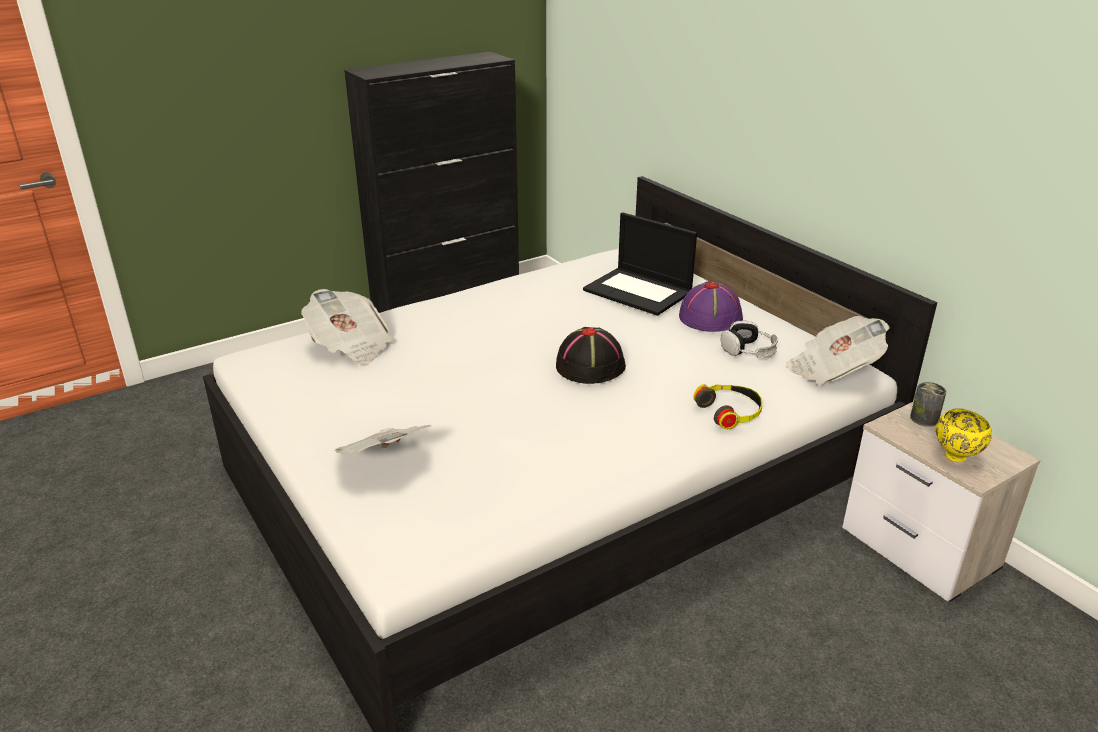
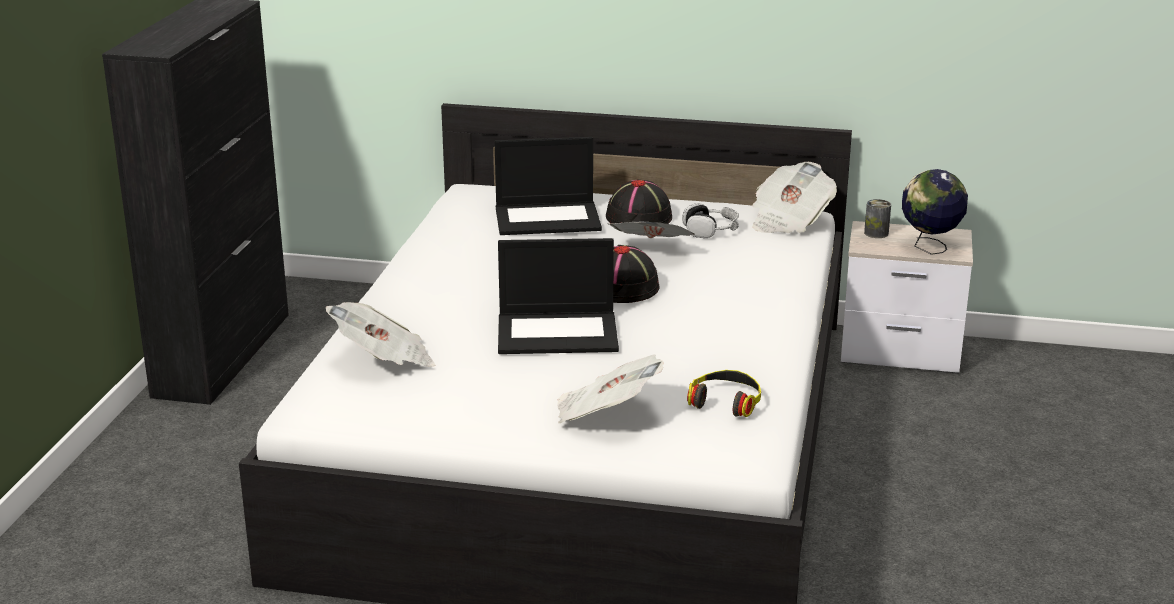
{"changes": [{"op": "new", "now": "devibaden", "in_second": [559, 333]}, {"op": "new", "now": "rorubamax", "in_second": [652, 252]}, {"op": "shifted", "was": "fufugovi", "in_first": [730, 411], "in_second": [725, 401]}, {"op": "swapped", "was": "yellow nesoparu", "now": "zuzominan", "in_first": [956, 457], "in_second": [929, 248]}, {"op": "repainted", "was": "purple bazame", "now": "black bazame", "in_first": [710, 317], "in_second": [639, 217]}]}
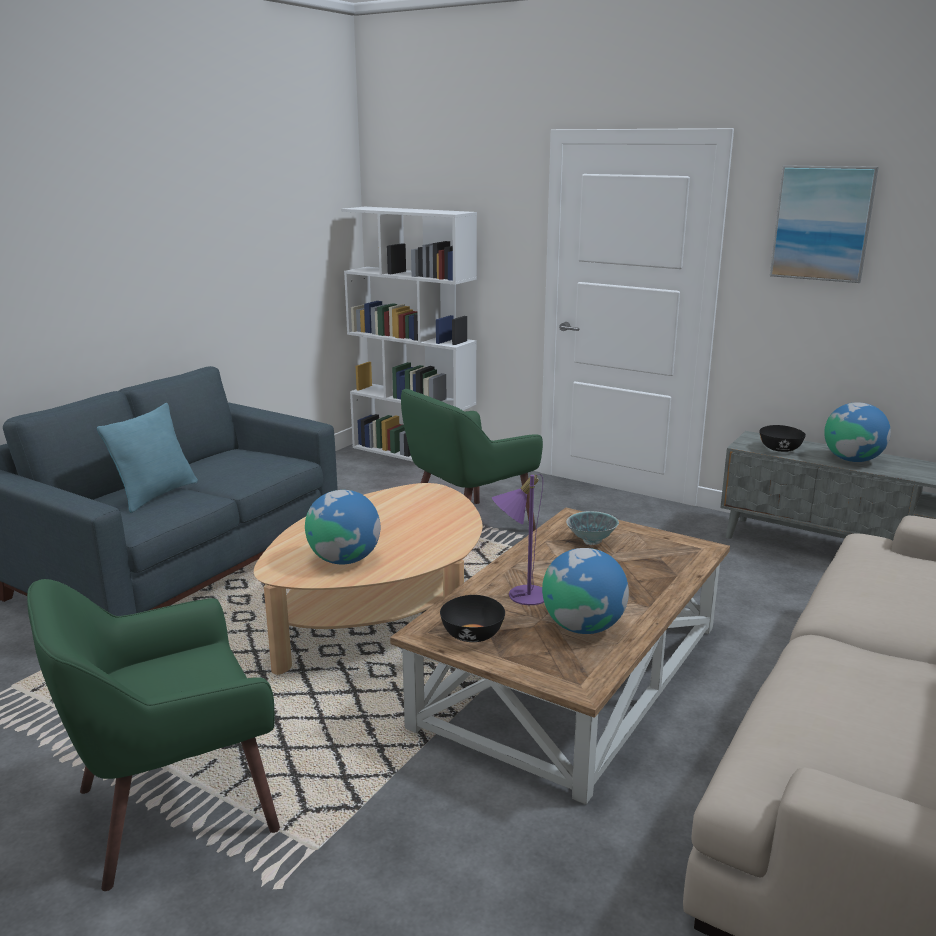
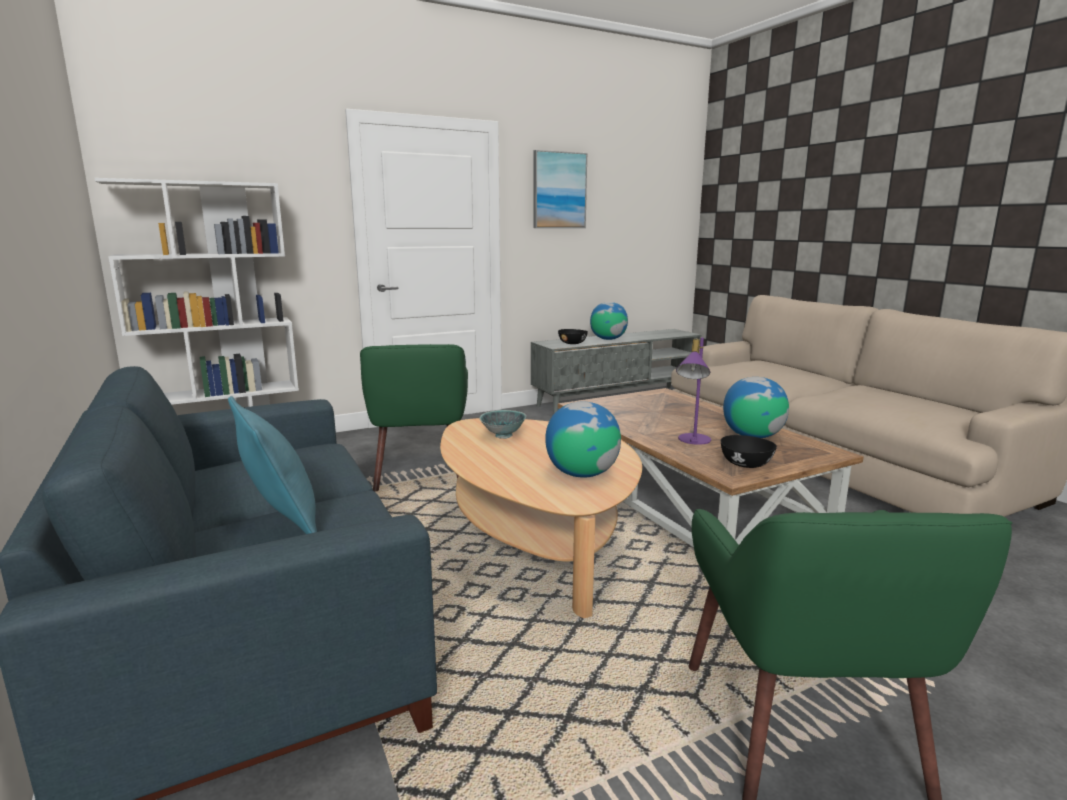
{"changes": [{"op": "shifted", "was": "nesoparu", "in_first": [592, 541], "in_second": [503, 436]}]}
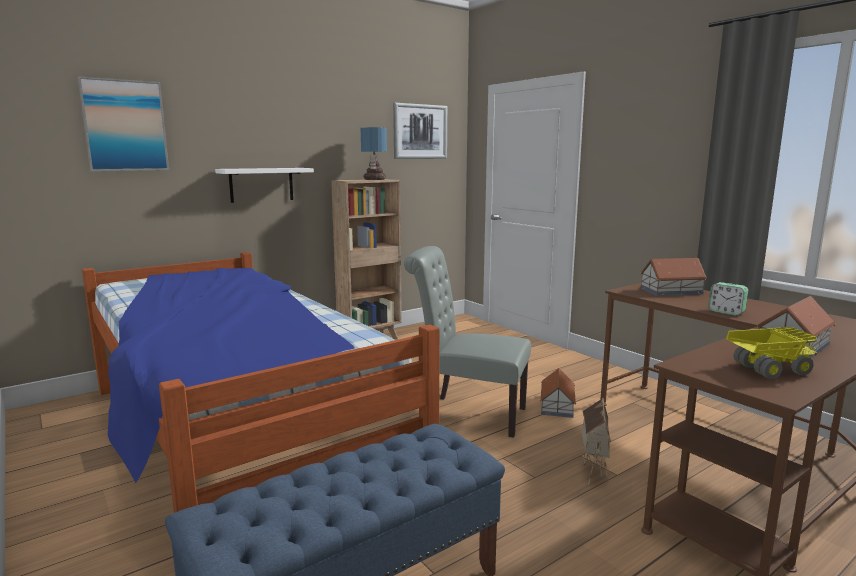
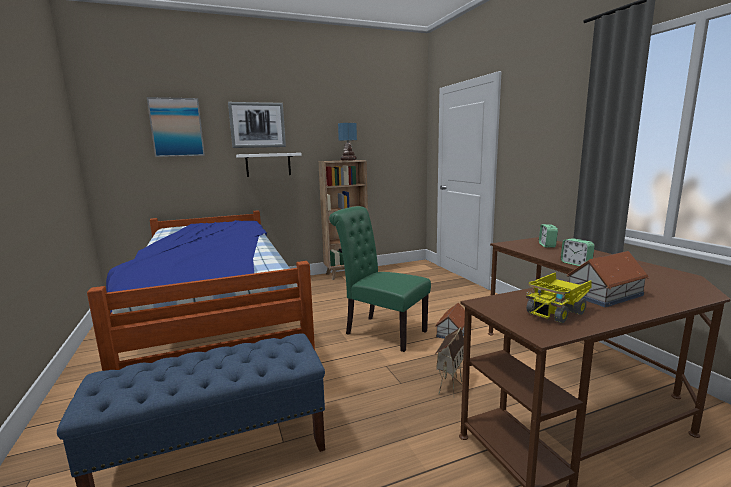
{"changes": [{"op": "shifted", "was": "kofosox", "in_first": [420, 131], "in_second": [257, 125]}, {"op": "swapped", "was": "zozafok", "now": "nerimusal", "in_first": [672, 291], "in_second": [547, 245]}, {"op": "repainted", "was": "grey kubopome", "now": "green kubopome", "in_first": [468, 414], "in_second": [381, 331]}, {"op": "rotated", "was": "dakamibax", "in_first": [767, 369], "in_second": [556, 312], "clockwise": 135}]}
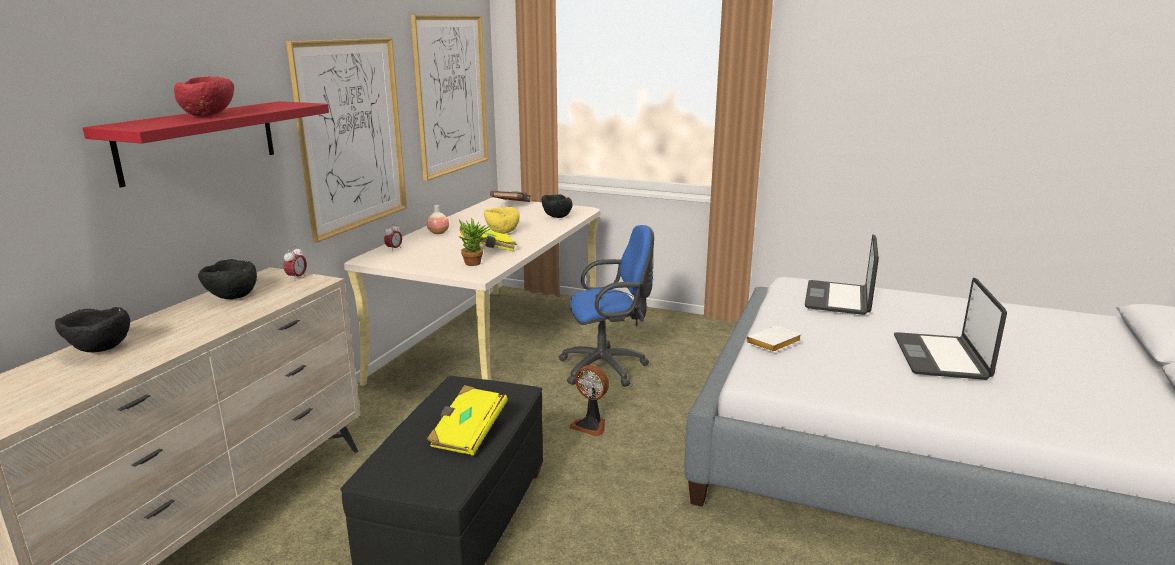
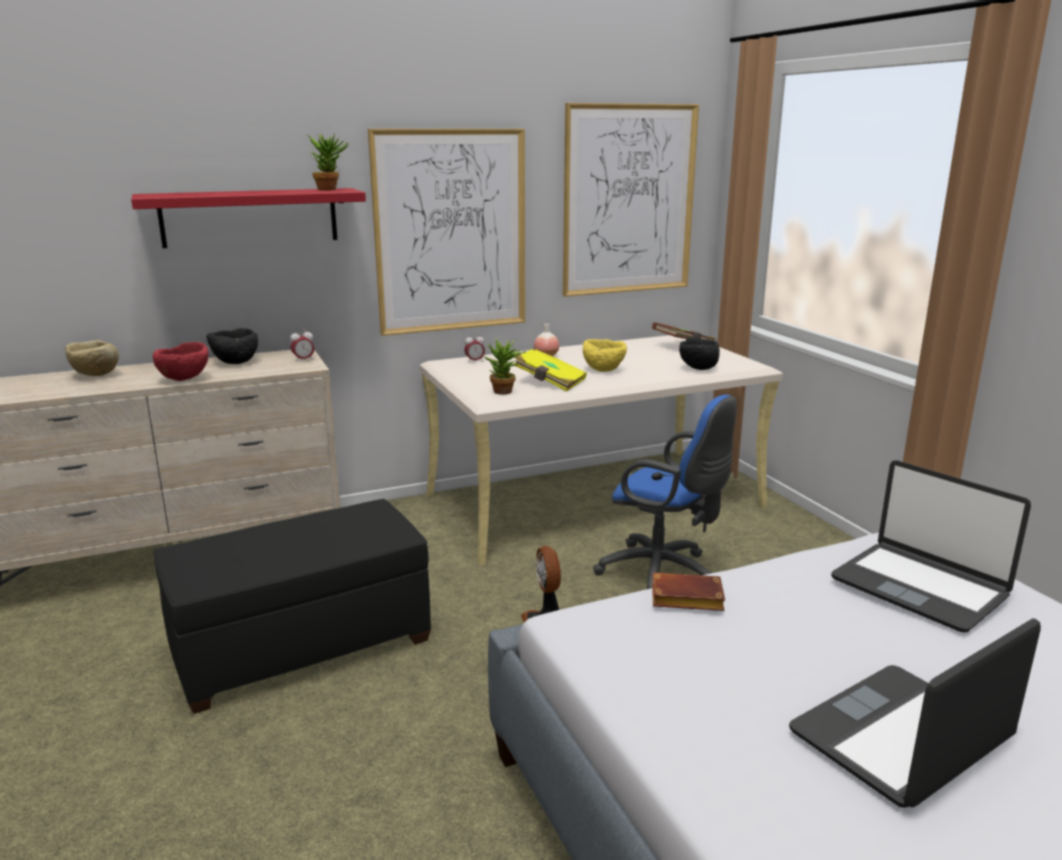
{"changes": [{"op": "gone", "was": "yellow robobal", "in_first": [468, 434]}, {"op": "new", "now": "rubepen", "in_second": [331, 189]}, {"op": "shifted", "was": "red nesoparu", "in_first": [209, 116], "in_second": [184, 380]}, {"op": "repainted", "was": "black nesoparu", "now": "beige nesoparu", "in_first": [99, 351], "in_second": [95, 376]}, {"op": "repainted", "was": "white robobal", "now": "brown robobal", "in_first": [774, 344], "in_second": [684, 599]}, {"op": "rotated", "was": "devibaden", "in_first": [839, 299], "in_second": [919, 587], "clockwise": -105}]}
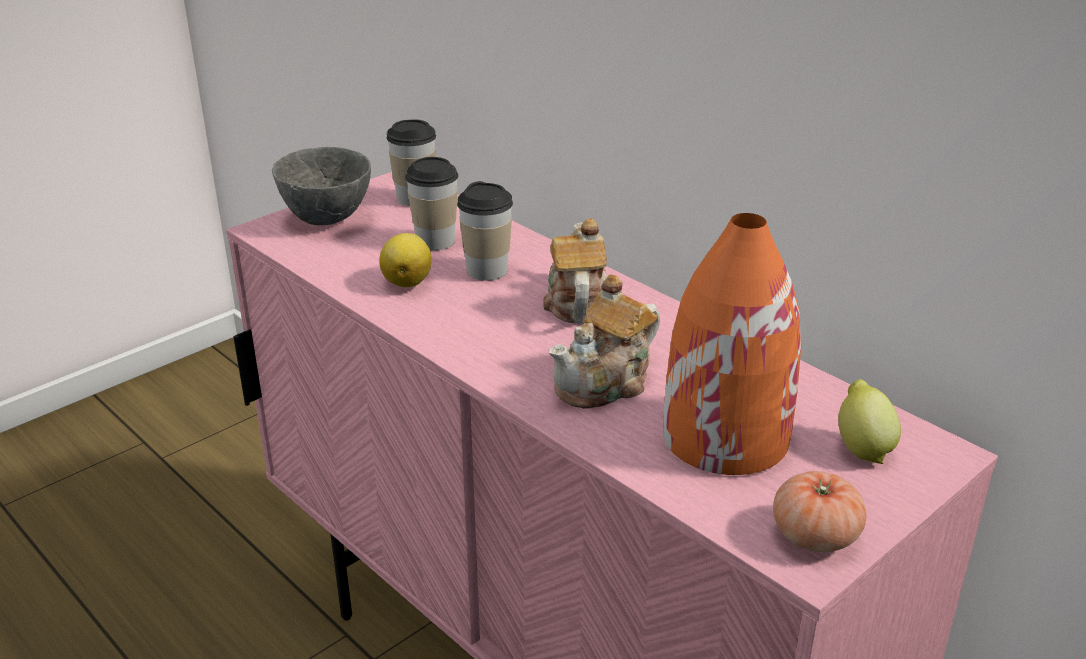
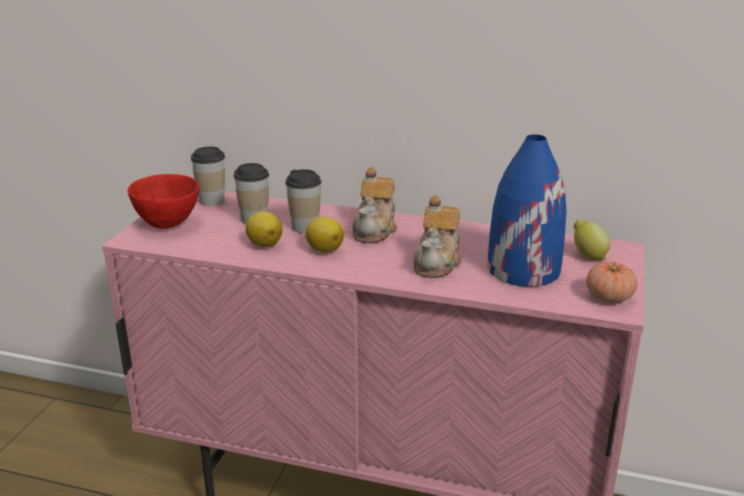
{"changes": [{"op": "new", "now": "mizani", "in_second": [324, 249]}, {"op": "repainted", "was": "grey nesoparu", "now": "red nesoparu", "in_first": [328, 218], "in_second": [168, 223]}, {"op": "repainted", "was": "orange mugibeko", "now": "blue mugibeko", "in_first": [725, 436], "in_second": [523, 269]}, {"op": "rotated", "was": "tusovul", "in_first": [576, 302], "in_second": [375, 230], "clockwise": -135}]}
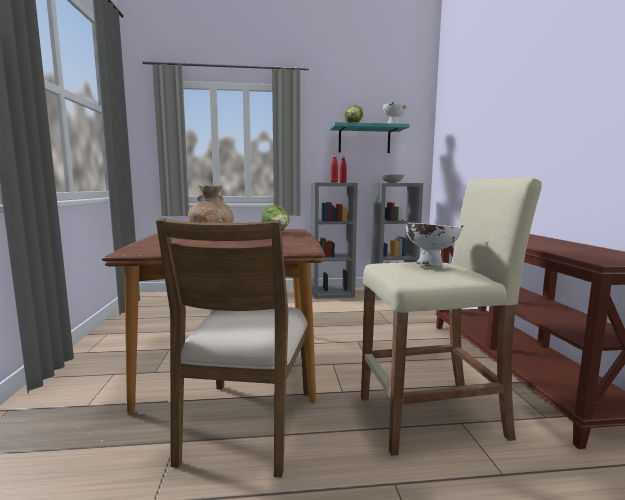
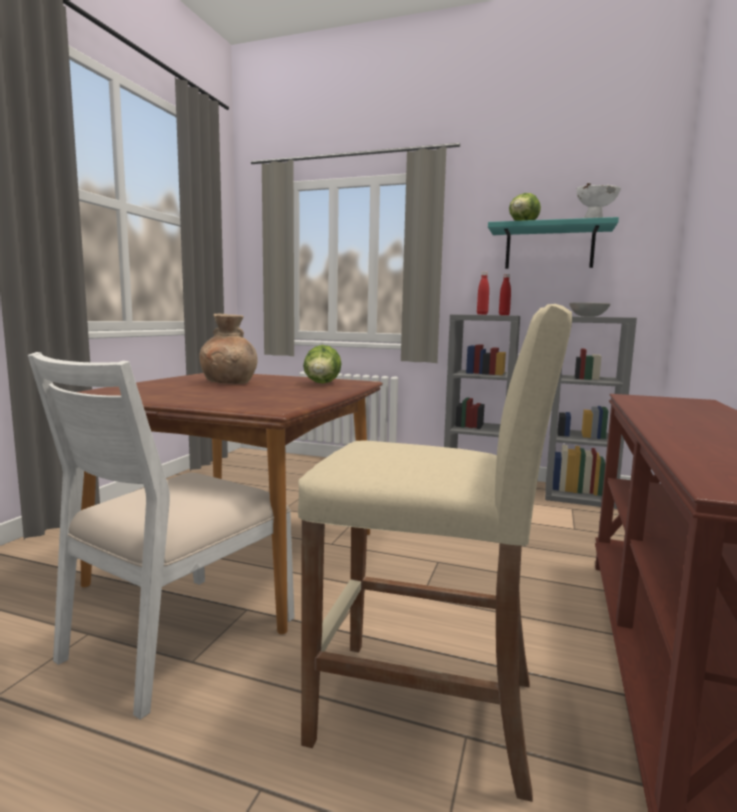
{"changes": [{"op": "gone", "was": "white nesoparu", "in_first": [429, 266]}, {"op": "repainted", "was": "brown kubopome", "now": "white kubopome", "in_first": [247, 424], "in_second": [177, 637]}]}
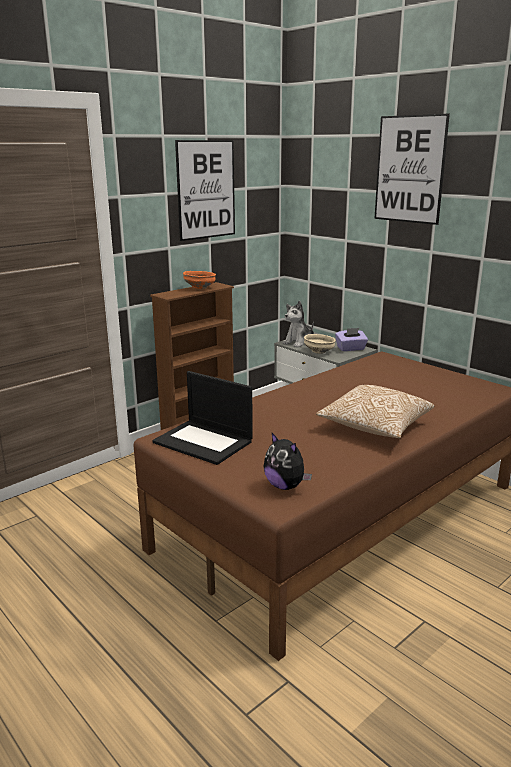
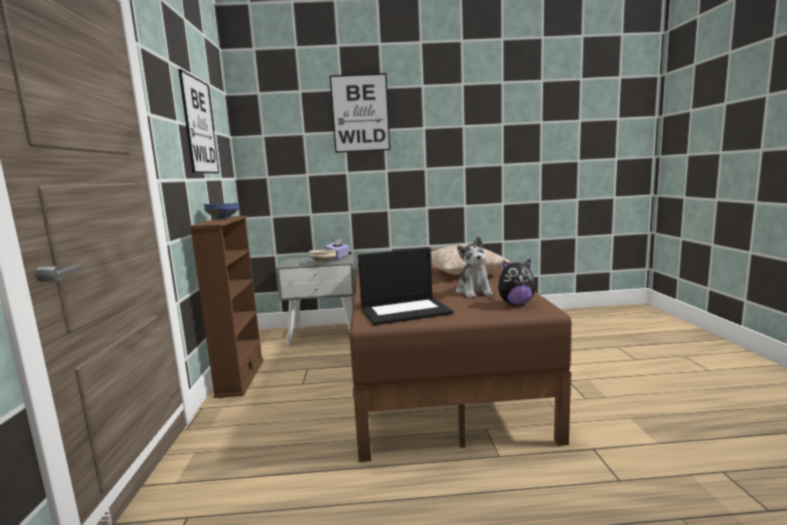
{"changes": [{"op": "shifted", "was": "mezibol", "in_first": [299, 342], "in_second": [474, 292]}, {"op": "repainted", "was": "orange nesoparu", "now": "blue nesoparu", "in_first": [200, 288], "in_second": [223, 218]}]}
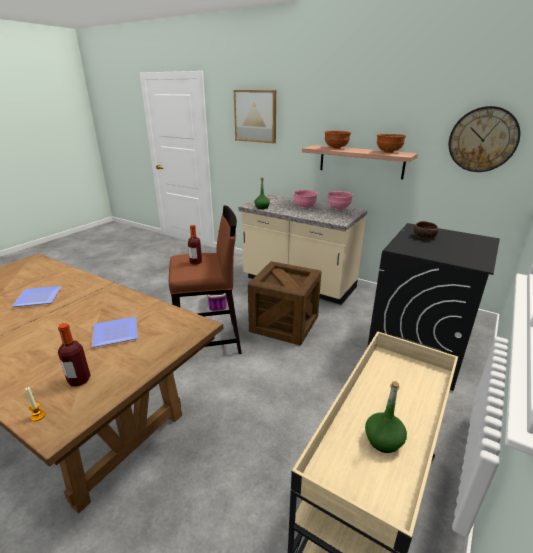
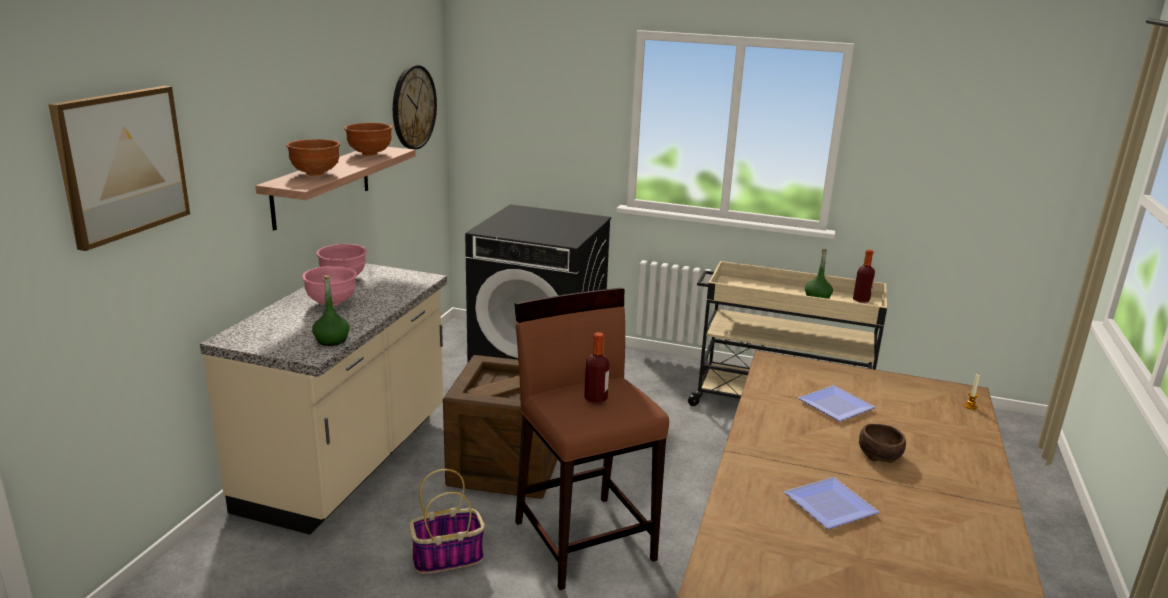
{"changes": [{"op": "shifted", "was": "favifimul", "in_first": [79, 380], "in_second": [861, 300]}, {"op": "shifted", "was": "brown nesoparu", "in_first": [424, 237], "in_second": [880, 454]}]}
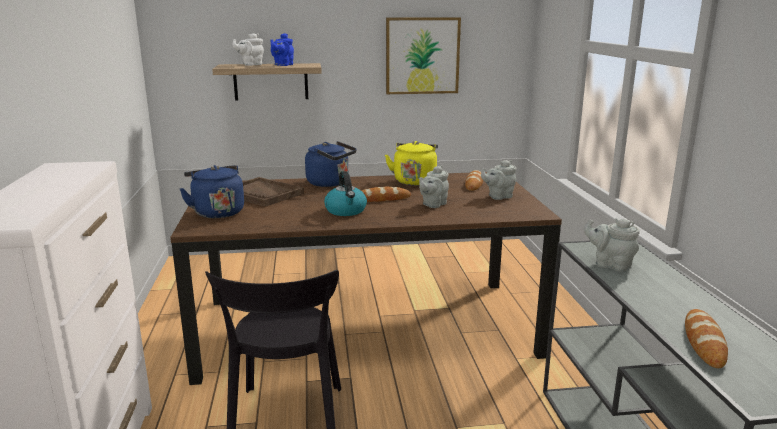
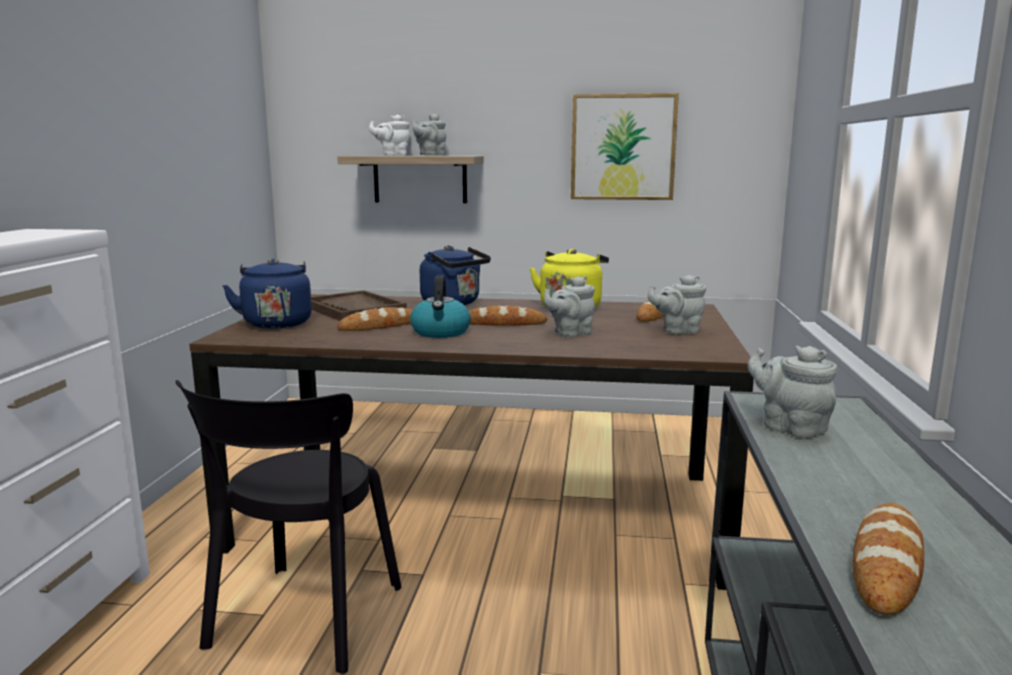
{"changes": [{"op": "new", "now": "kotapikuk", "in_second": [380, 326]}, {"op": "repainted", "was": "blue tusovul", "now": "grey tusovul", "in_first": [282, 65], "in_second": [430, 155]}]}
